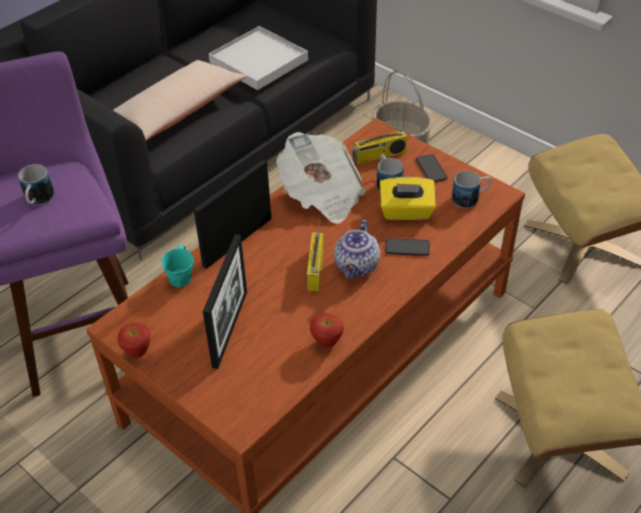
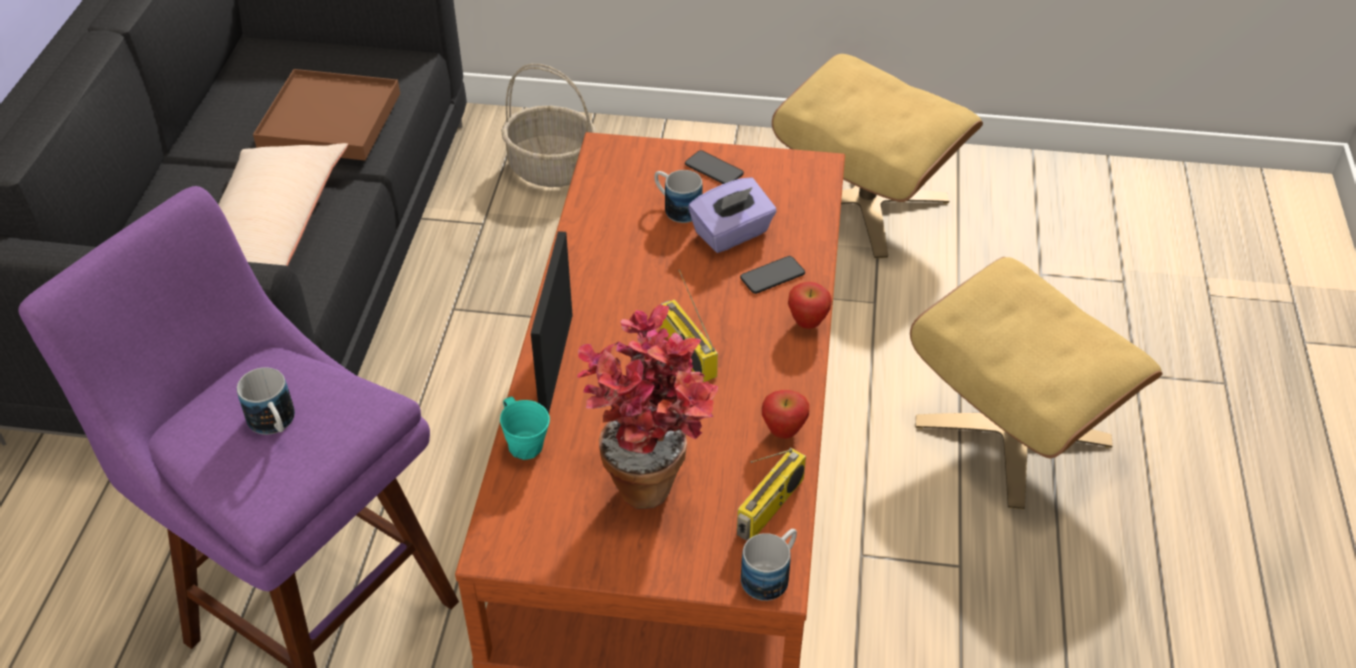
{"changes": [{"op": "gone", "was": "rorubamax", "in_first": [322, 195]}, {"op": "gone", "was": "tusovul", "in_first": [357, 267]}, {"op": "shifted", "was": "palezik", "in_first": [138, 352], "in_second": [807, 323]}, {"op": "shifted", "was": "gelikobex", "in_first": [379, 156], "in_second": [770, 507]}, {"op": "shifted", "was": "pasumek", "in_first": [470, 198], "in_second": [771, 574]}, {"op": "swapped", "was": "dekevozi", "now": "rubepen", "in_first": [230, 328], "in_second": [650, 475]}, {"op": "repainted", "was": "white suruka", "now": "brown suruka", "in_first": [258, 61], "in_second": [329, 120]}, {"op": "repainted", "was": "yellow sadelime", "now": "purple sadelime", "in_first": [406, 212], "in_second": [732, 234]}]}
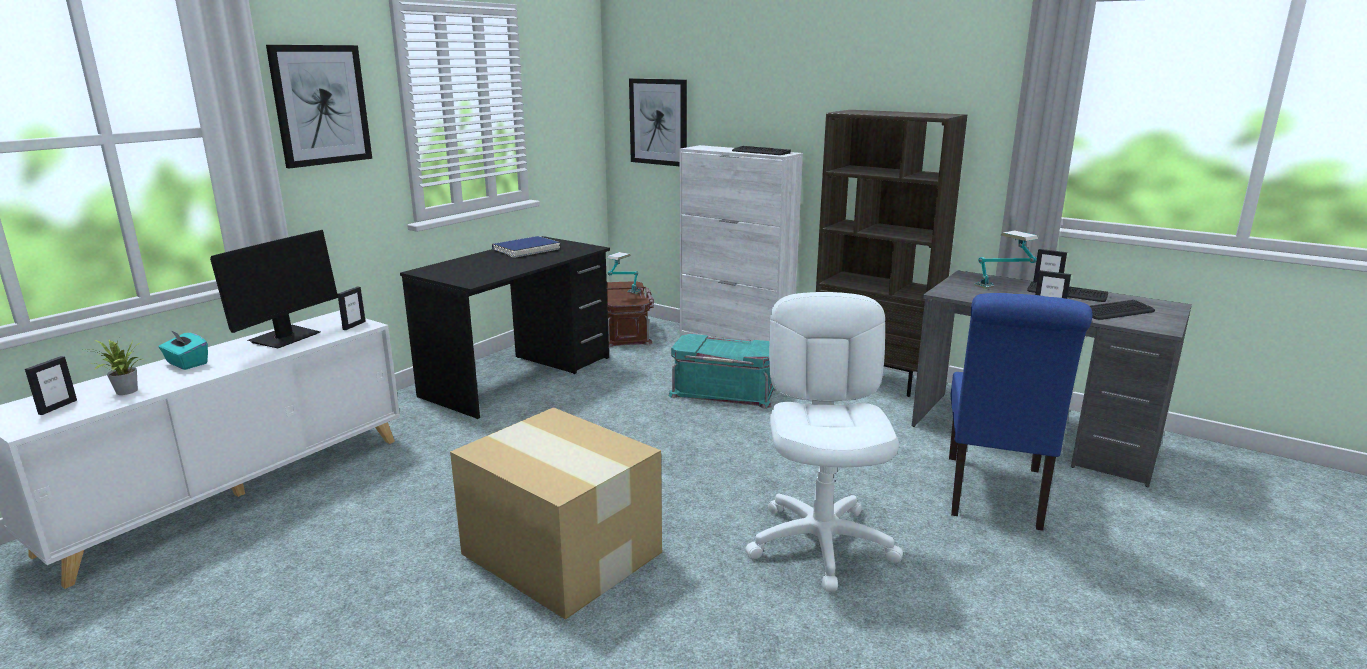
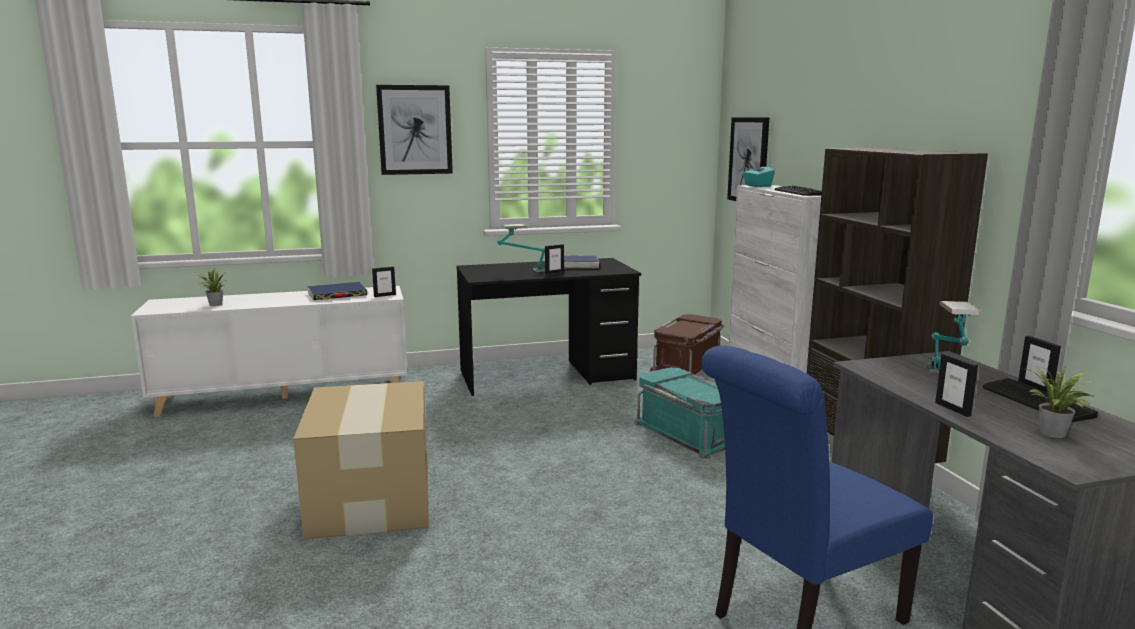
{"changes": [{"op": "gone", "was": "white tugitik", "in_first": [821, 544]}, {"op": "shifted", "was": "dekevozi", "in_first": [57, 407], "in_second": [554, 272]}, {"op": "shifted", "was": "turquoise sadelime", "in_first": [186, 363], "in_second": [757, 186]}, {"op": "shifted", "was": "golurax", "in_first": [624, 296], "in_second": [522, 271]}, {"op": "swapped", "was": "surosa", "now": "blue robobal", "in_first": [285, 338], "in_second": [337, 294]}, {"op": "swapped", "was": "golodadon", "now": "rubepen", "in_first": [1116, 311], "in_second": [1053, 434]}]}
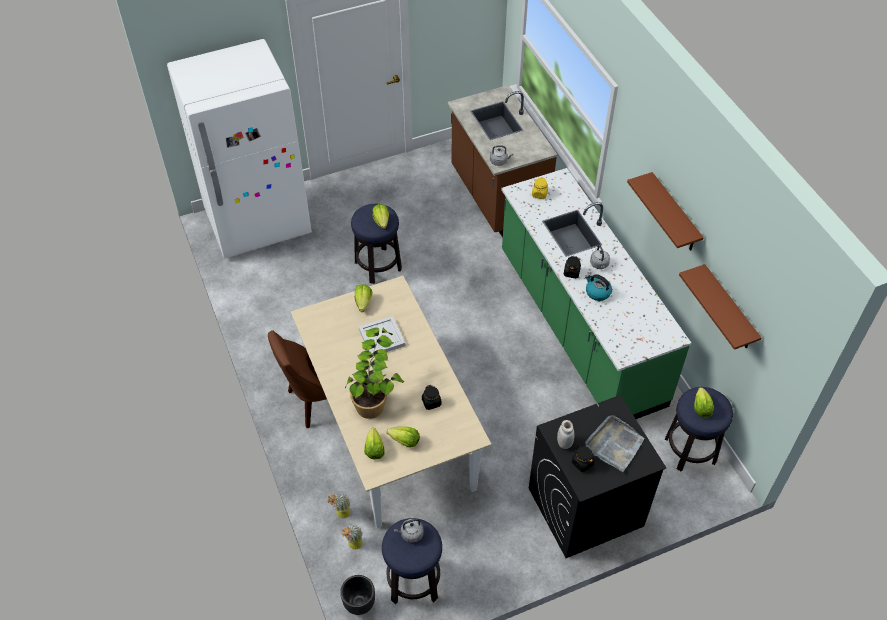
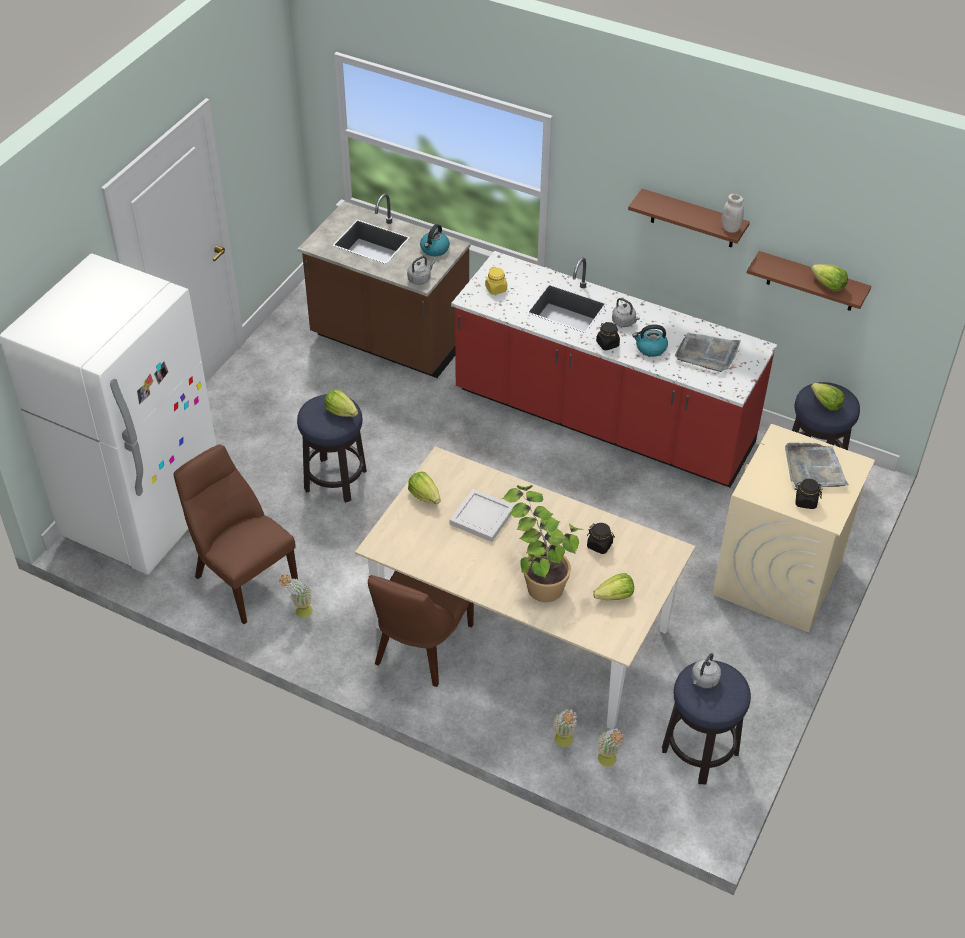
{"changes": [{"op": "gone", "was": "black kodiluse", "in_first": [359, 604]}, {"op": "new", "now": "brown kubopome", "in_second": [243, 578]}, {"op": "new", "now": "rubepen", "in_second": [299, 613]}, {"op": "new", "now": "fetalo", "in_second": [434, 249]}, {"op": "new", "now": "grey suruka", "in_second": [707, 354]}, {"op": "shifted", "was": "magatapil", "in_first": [374, 449], "in_second": [828, 285]}, {"op": "shifted", "was": "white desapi", "in_first": [564, 443], "in_second": [730, 228]}, {"op": "repainted", "was": "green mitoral", "now": "red mitoral", "in_first": [579, 327], "in_second": [603, 420]}, {"op": "repainted", "was": "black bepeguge", "now": "beige bepeguge", "in_first": [585, 507], "in_second": [778, 577]}]}
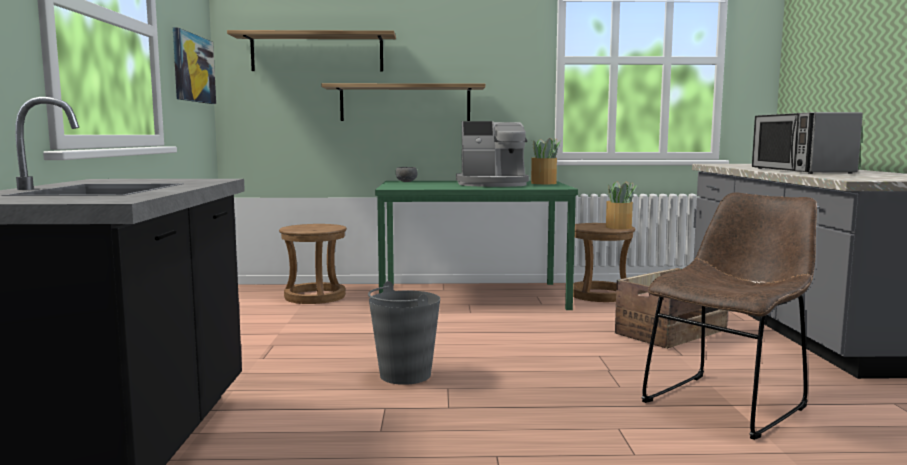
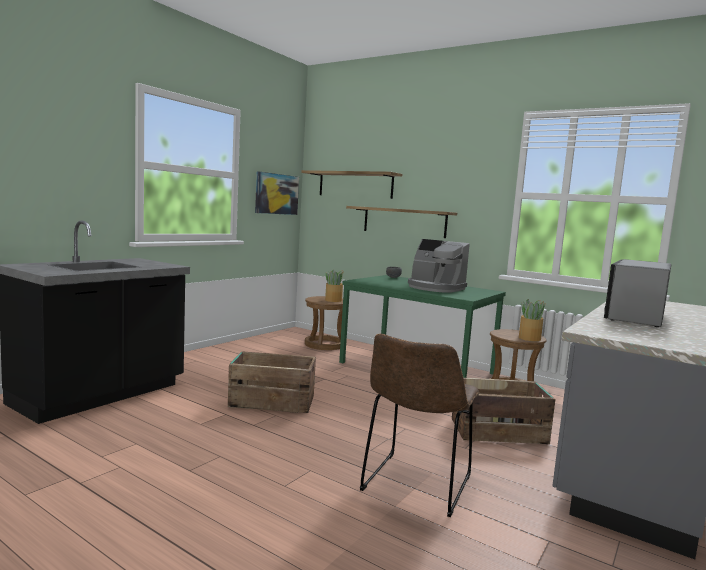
{"changes": [{"op": "shifted", "was": "rubepen", "in_first": [543, 183], "in_second": [334, 300]}, {"op": "swapped", "was": "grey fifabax", "now": "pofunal", "in_first": [404, 375], "in_second": [271, 401]}, {"op": "rotated", "was": "brown kubopome", "in_first": [728, 403], "in_second": [415, 486], "clockwise": 120}]}
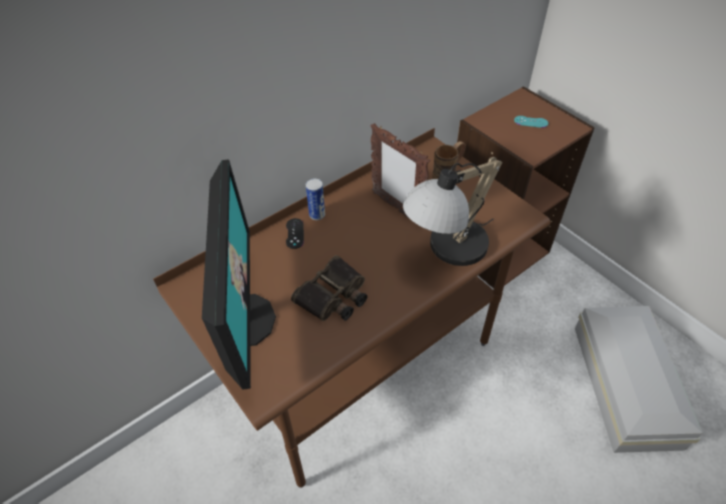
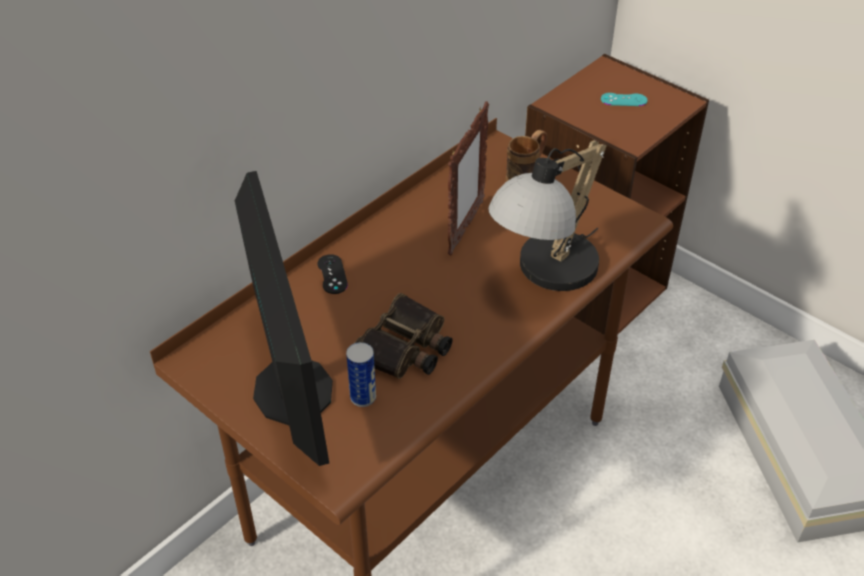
{"changes": [{"op": "shifted", "was": "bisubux", "in_first": [317, 215], "in_second": [363, 397]}, {"op": "rotated", "was": "dekevozi", "in_first": [396, 208], "in_second": [465, 228], "clockwise": -105}]}
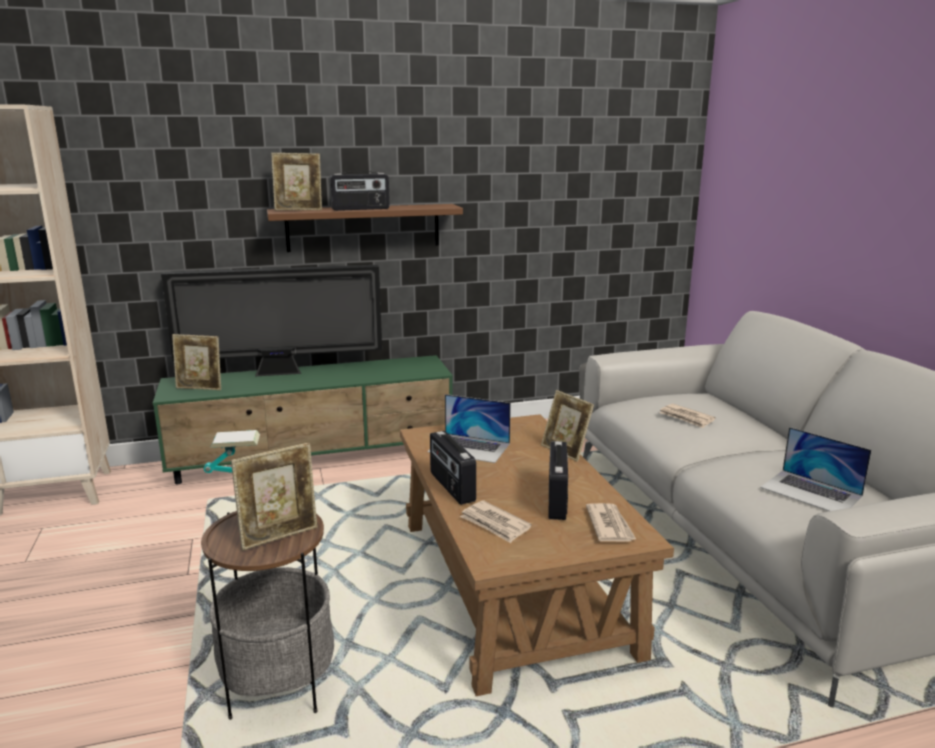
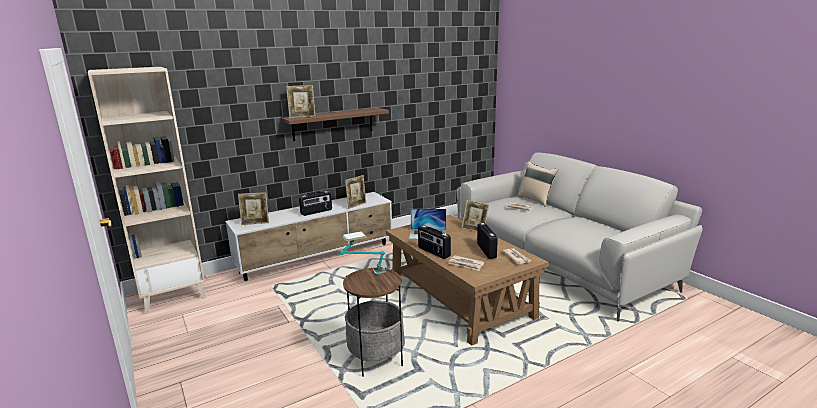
{"changes": [{"op": "gone", "was": "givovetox", "in_first": [281, 372]}, {"op": "gone", "was": "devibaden", "in_first": [811, 492]}, {"op": "new", "now": "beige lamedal", "in_second": [536, 200]}, {"op": "shifted", "was": "dekevozi", "in_first": [280, 536], "in_second": [356, 205]}, {"op": "shifted", "was": "gelikobex", "in_first": [360, 209], "in_second": [316, 212]}, {"op": "repainted", "was": "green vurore", "now": "white vurore", "in_first": [315, 460], "in_second": [317, 257]}]}
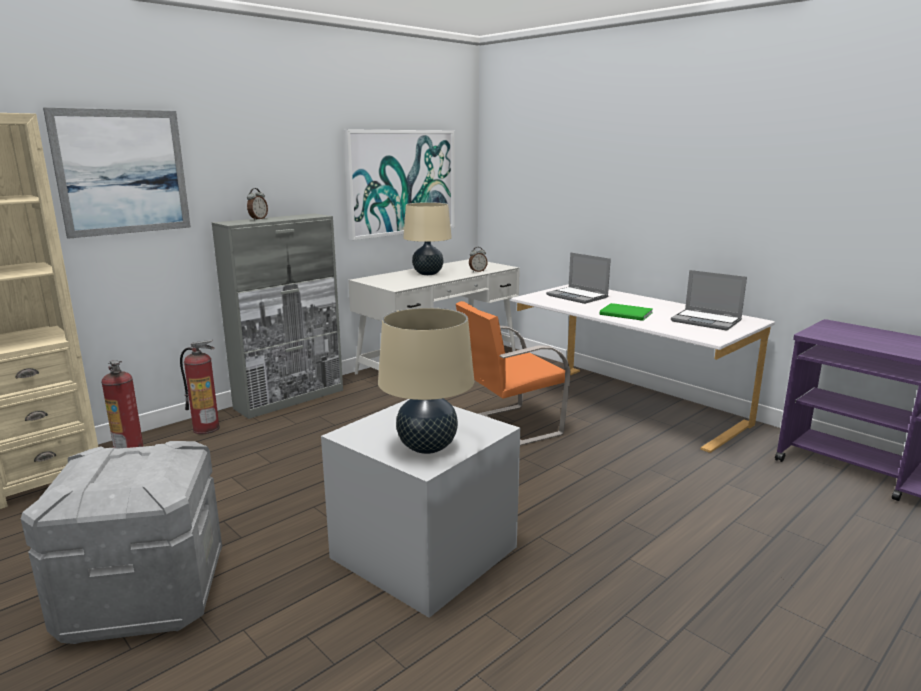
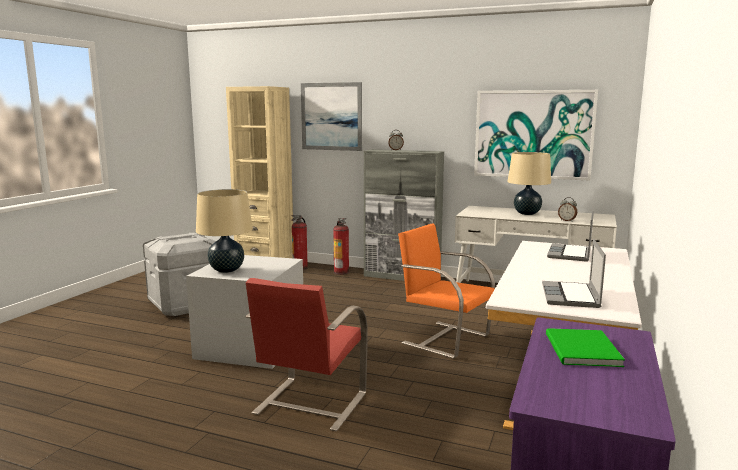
{"changes": [{"op": "new", "now": "red kubopome", "in_second": [309, 404]}, {"op": "shifted", "was": "green robobal", "in_first": [627, 314], "in_second": [580, 350]}]}
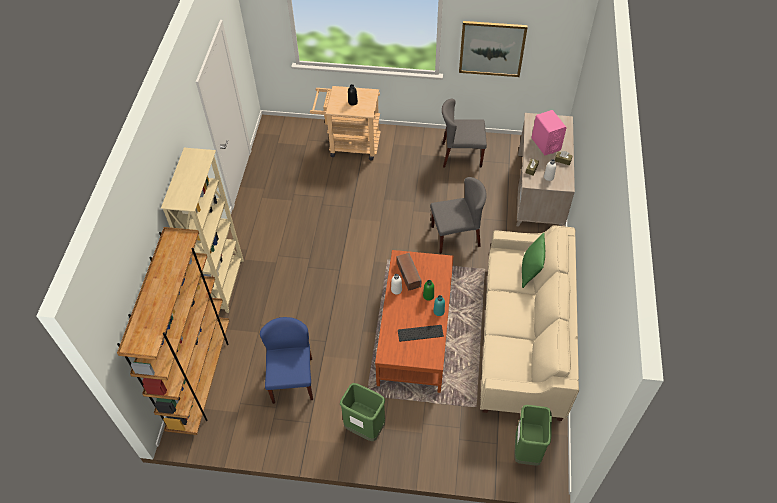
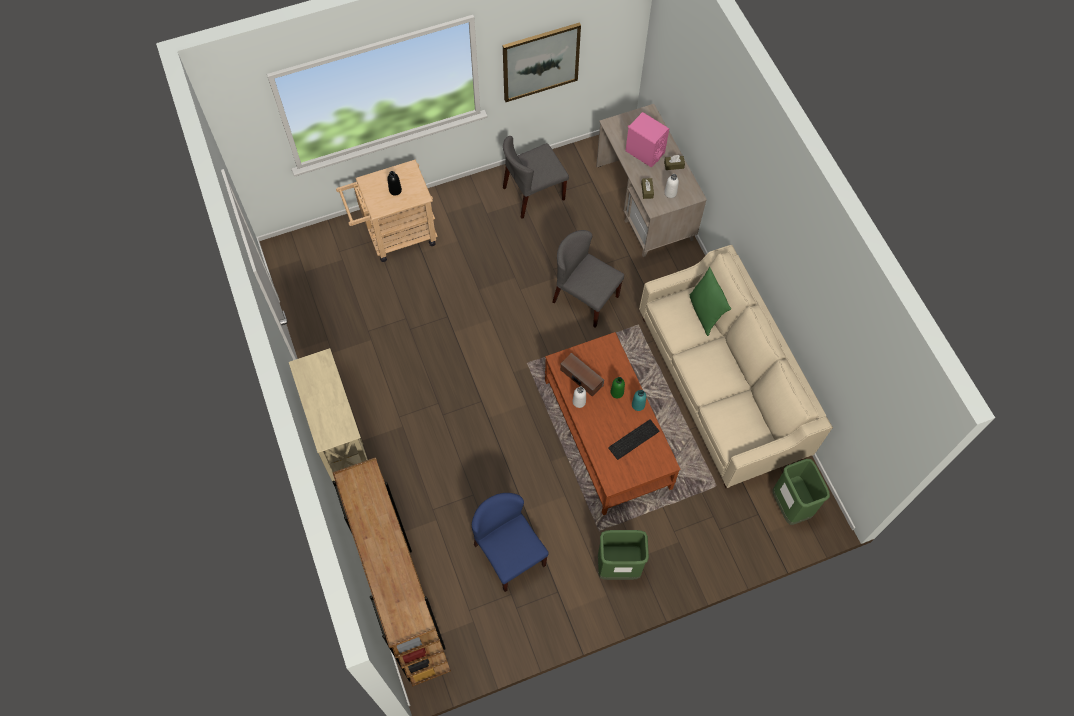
{"changes": [{"op": "rotated", "was": "grey kubopome", "in_first": [456, 236], "in_second": [585, 299], "clockwise": -105}]}
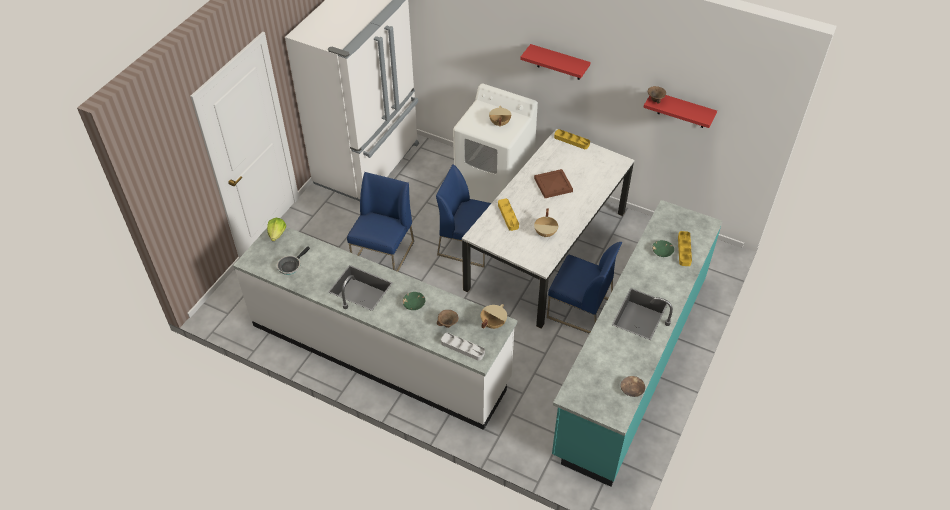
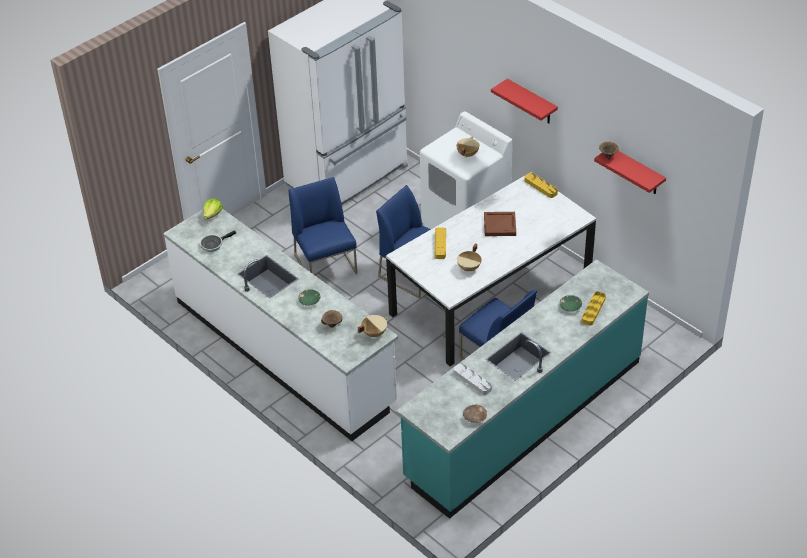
{"changes": [{"op": "shifted", "was": "grey suruka", "in_first": [462, 348], "in_second": [472, 381]}, {"op": "rotated", "was": "blue kubopome", "in_first": [383, 254], "in_second": [326, 264], "clockwise": -60}]}
